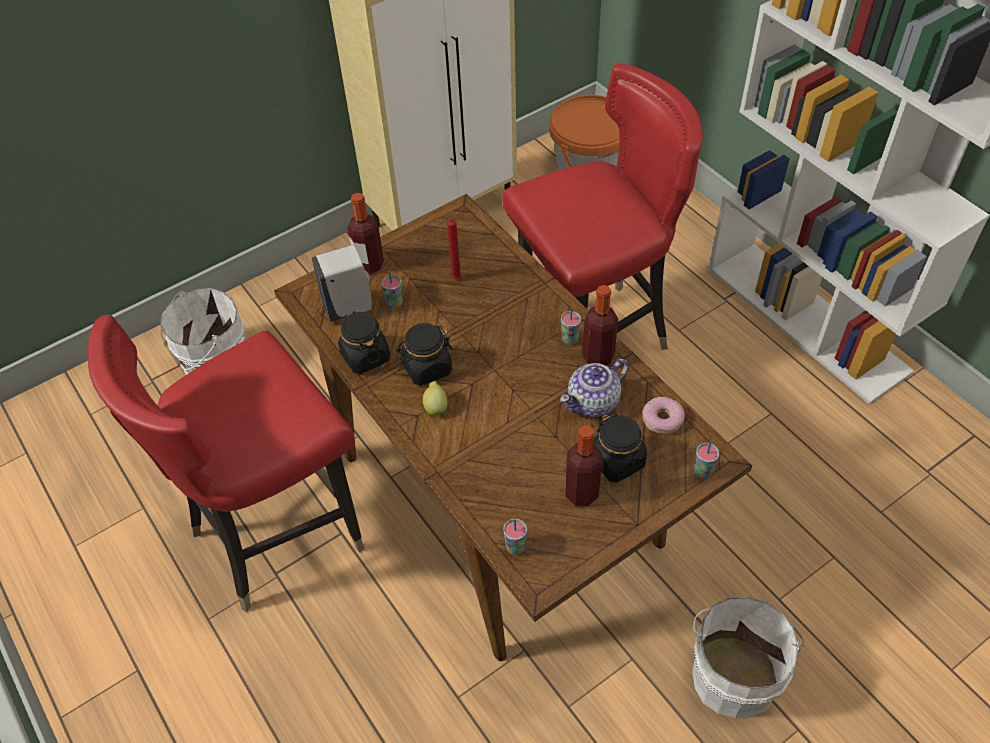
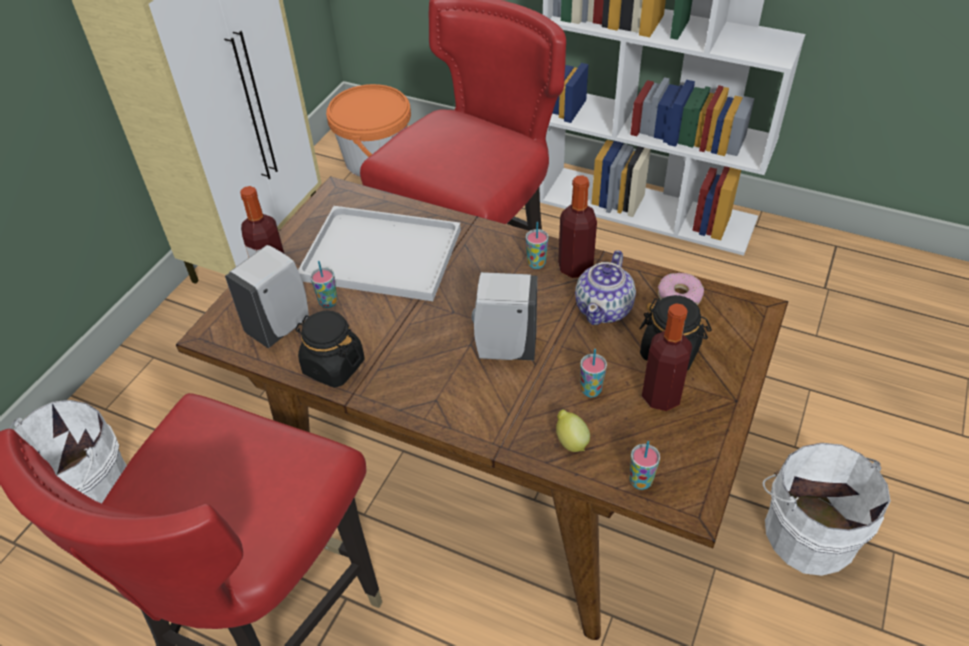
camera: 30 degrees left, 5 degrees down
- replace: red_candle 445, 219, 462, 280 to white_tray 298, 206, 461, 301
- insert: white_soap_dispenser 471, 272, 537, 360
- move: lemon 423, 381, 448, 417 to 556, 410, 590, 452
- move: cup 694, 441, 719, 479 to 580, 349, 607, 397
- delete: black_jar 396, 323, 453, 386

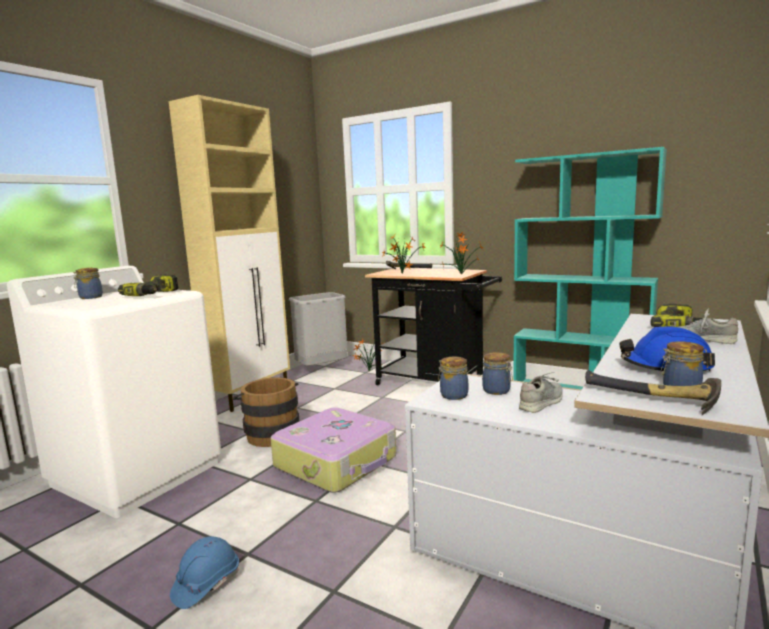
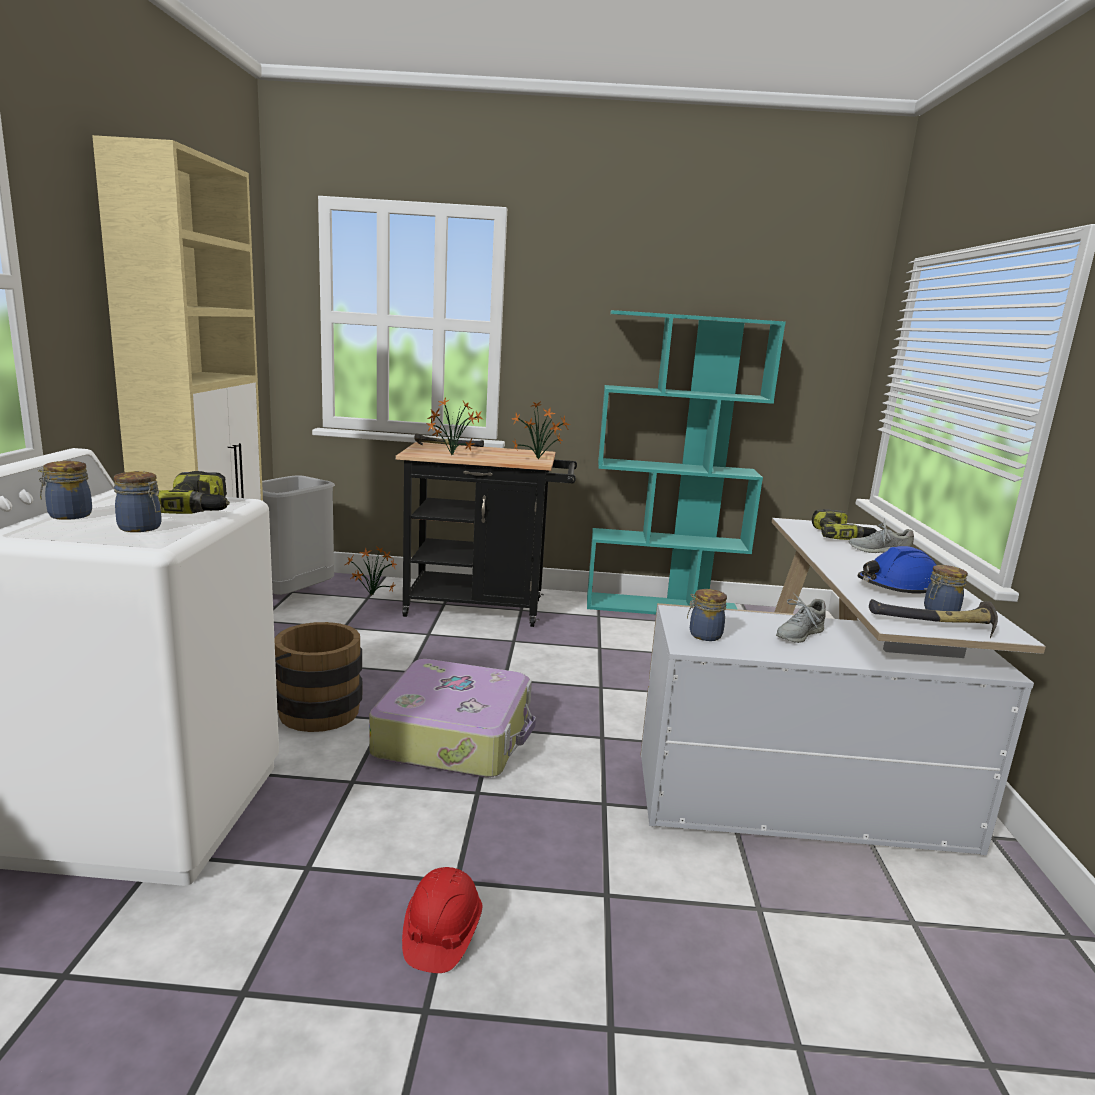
camera: 30 degrees left, 5 degrees up
- move: jar 482, 352, 513, 395 to 114, 471, 162, 532
- recolor: blue_hard_hat 170, 536, 239, 609 to red_hard_hat 402, 867, 482, 973
- rotate: grey_shoe 519, 372, 563, 413 = 776, 593, 826, 643 150 degrees counterclockwise

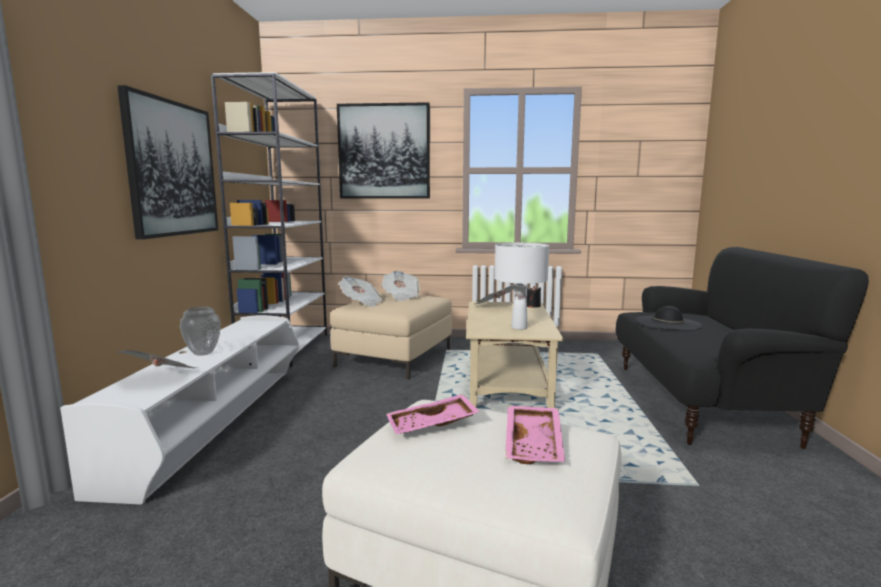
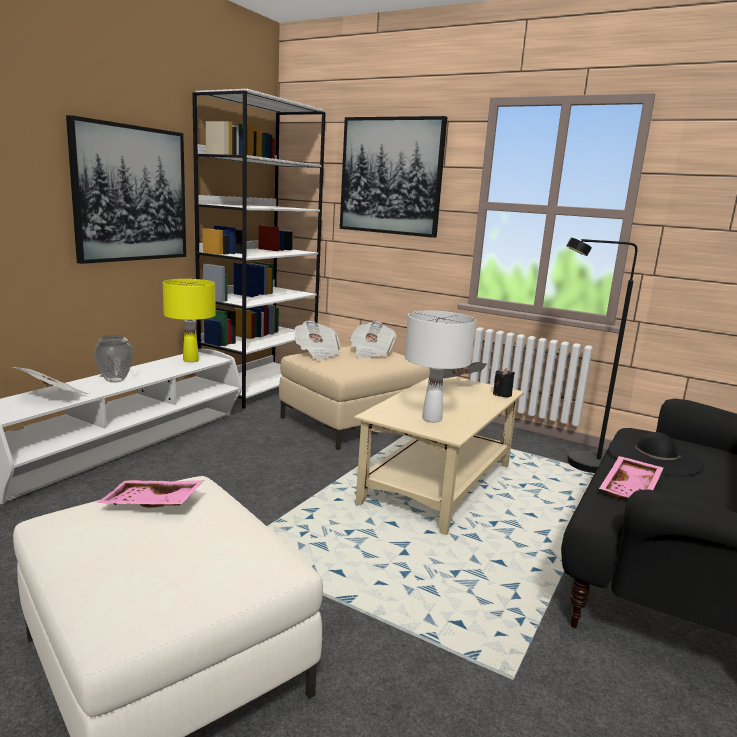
camera: 25 degrees right, 5 degrees up
- insert: yellow_table_lamp 163, 279, 216, 362
- insert: black_floor_lamp 566, 237, 637, 473
- move: pink_tray 505, 406, 565, 464 to 599, 456, 663, 499

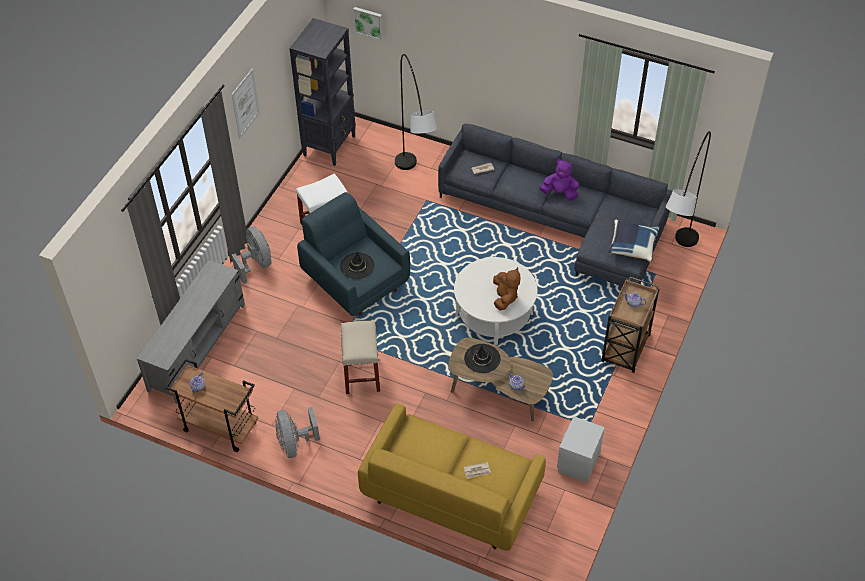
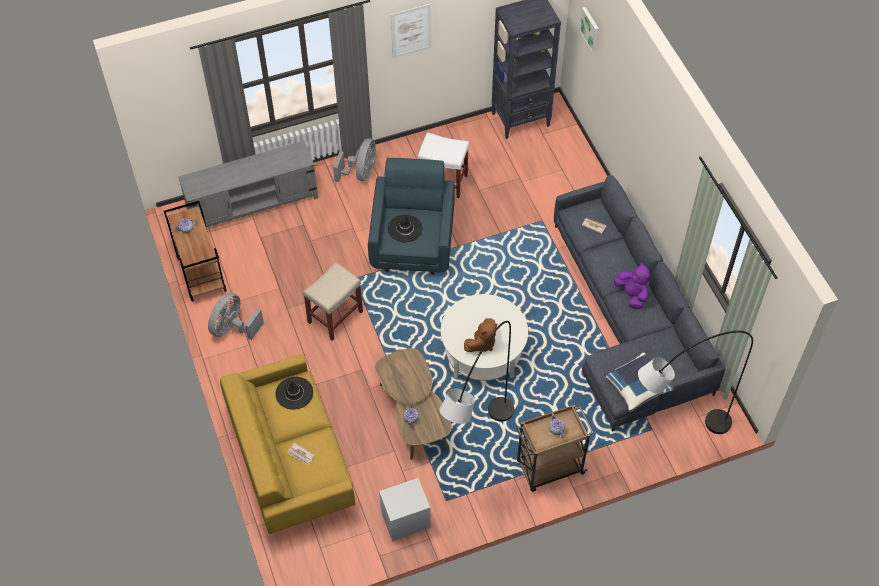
camera: 45 degrees right, 5 degrees up
- move: black_hat 464, 344, 501, 373 to 275, 377, 313, 410
- move: grey_floor_lamp 395, 54, 437, 170 to 440, 321, 514, 424

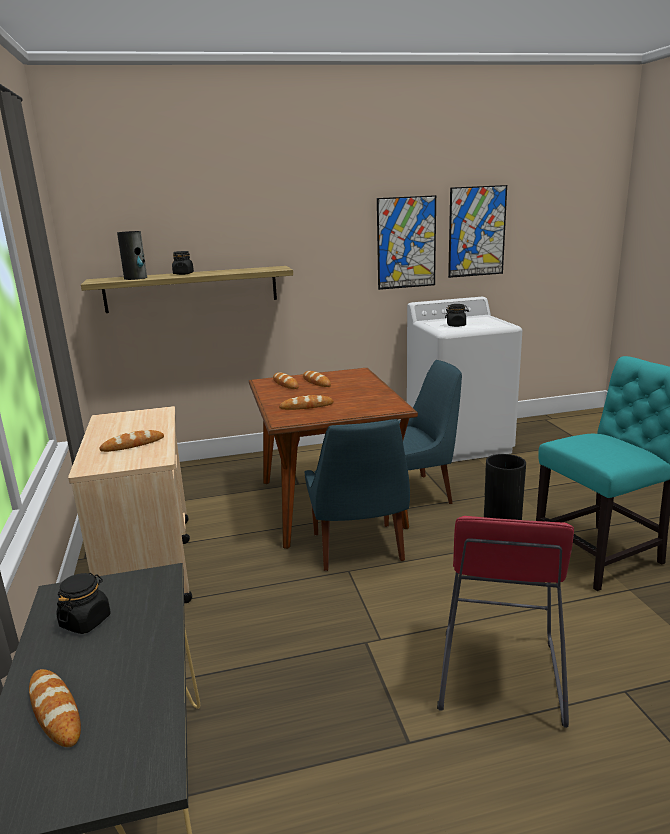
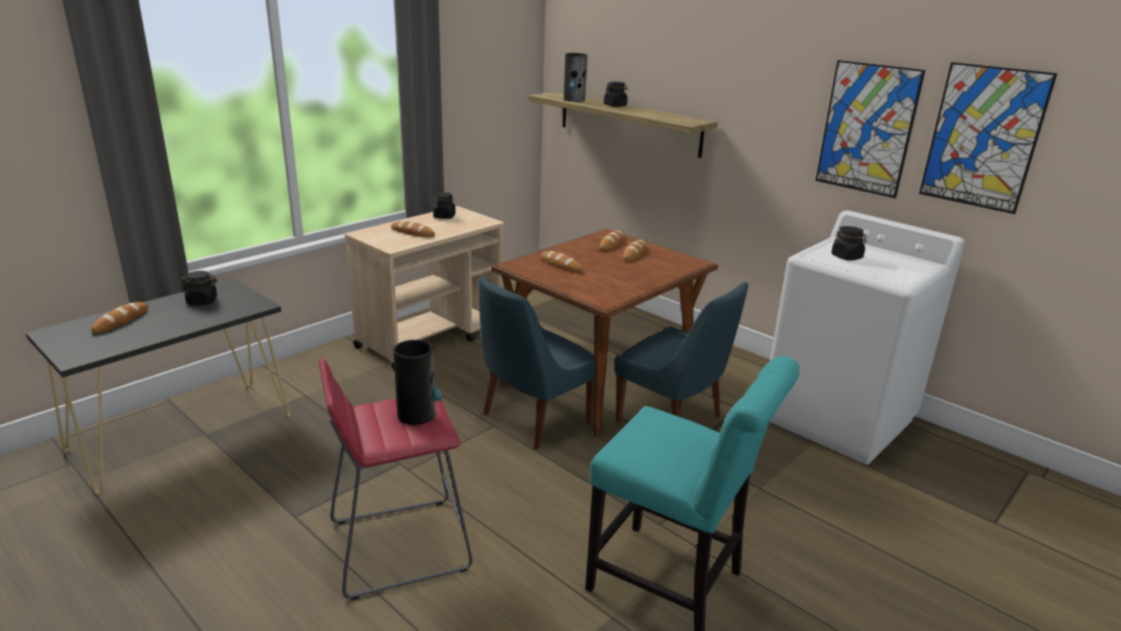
camera: 55 degrees right, 5 degrees up
- insert: black_jar 433, 192, 455, 219

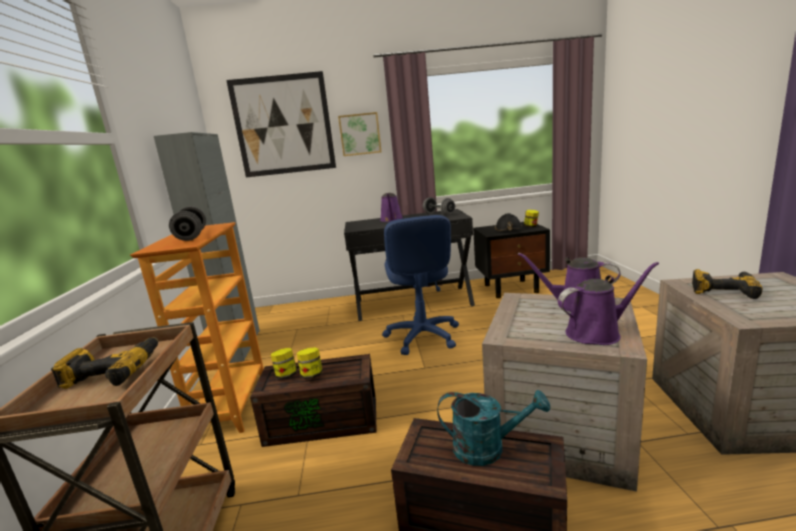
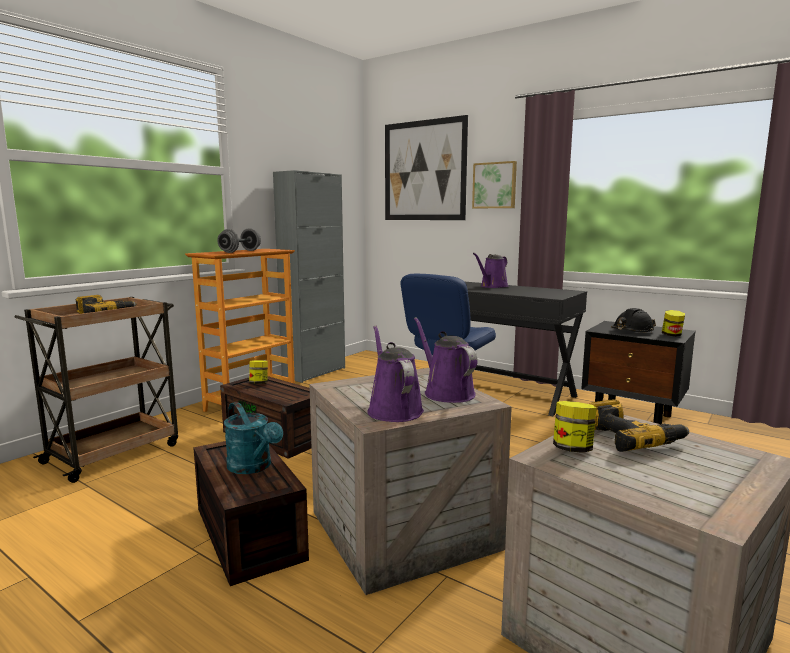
camera: 40 degrees right, 5 degrees down
- rotate: purple_watering_can 558, 262, 659, 345 = 367, 325, 424, 422 135 degrees counterclockwise
- move: jar 297, 347, 323, 379 to 553, 401, 597, 453
- delete: grey_dumbbell 423, 197, 455, 215

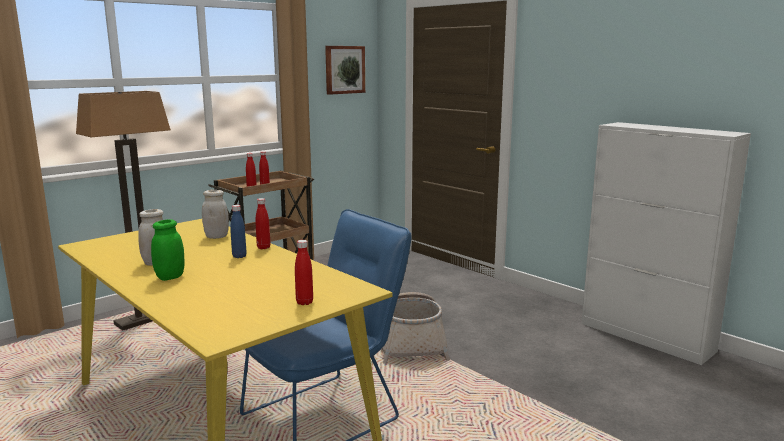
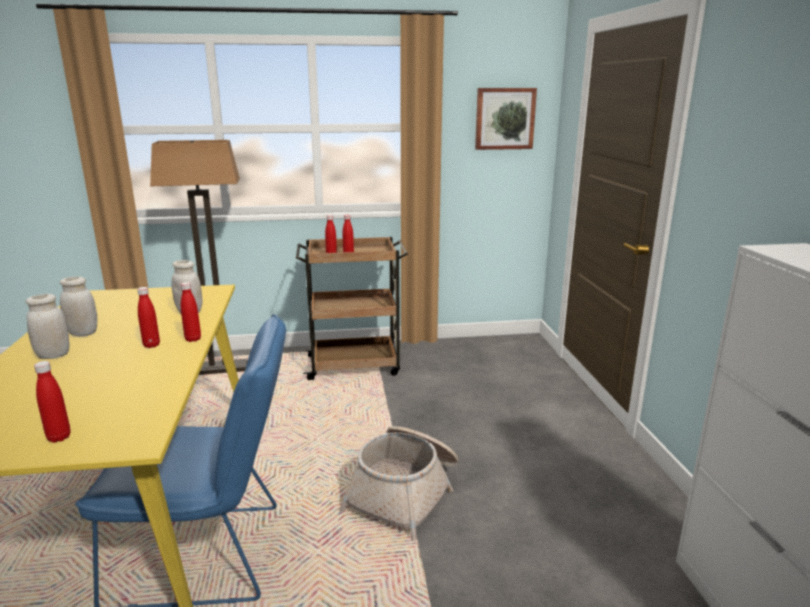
camera: 35 degrees right, 5 degrees up
- recolor: green_jar 151, 219, 185, 281 to white_jar 26, 294, 70, 359
- recolor: blue_bottle 230, 205, 247, 258 to red_bottle 137, 287, 160, 348

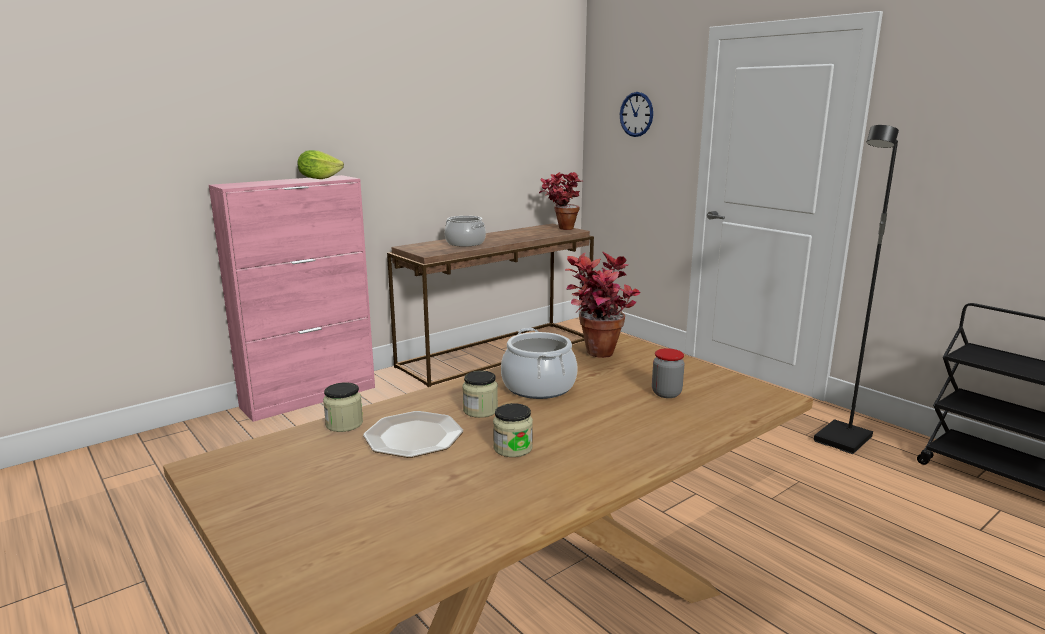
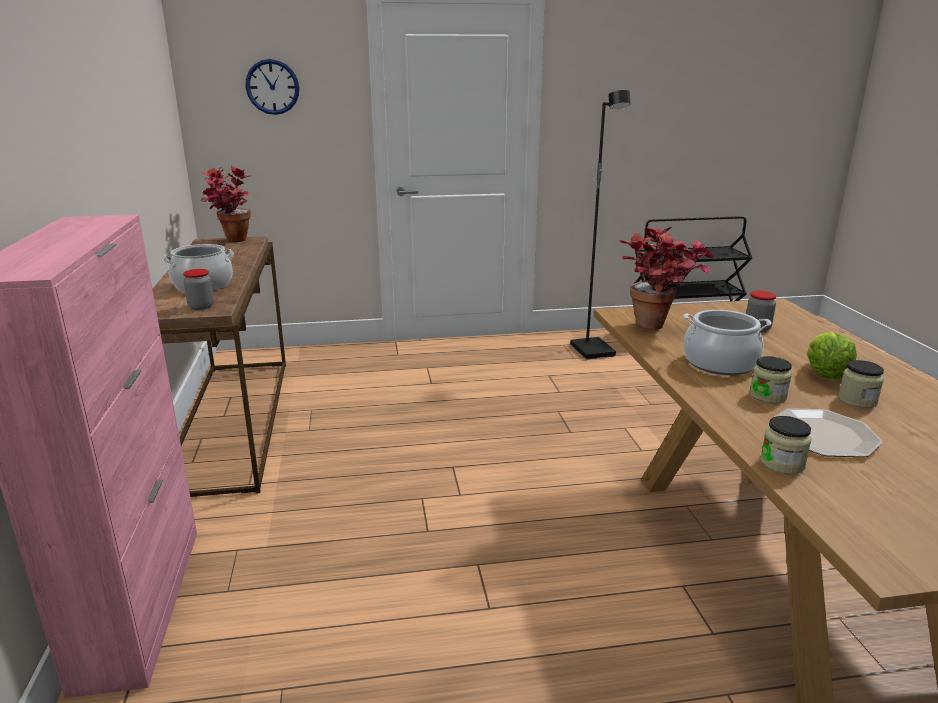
camera: 60 degrees left, 5 degrees up
- insert: jar 183, 269, 214, 310
- move: lettuce 297, 150, 344, 179 to 807, 332, 857, 379

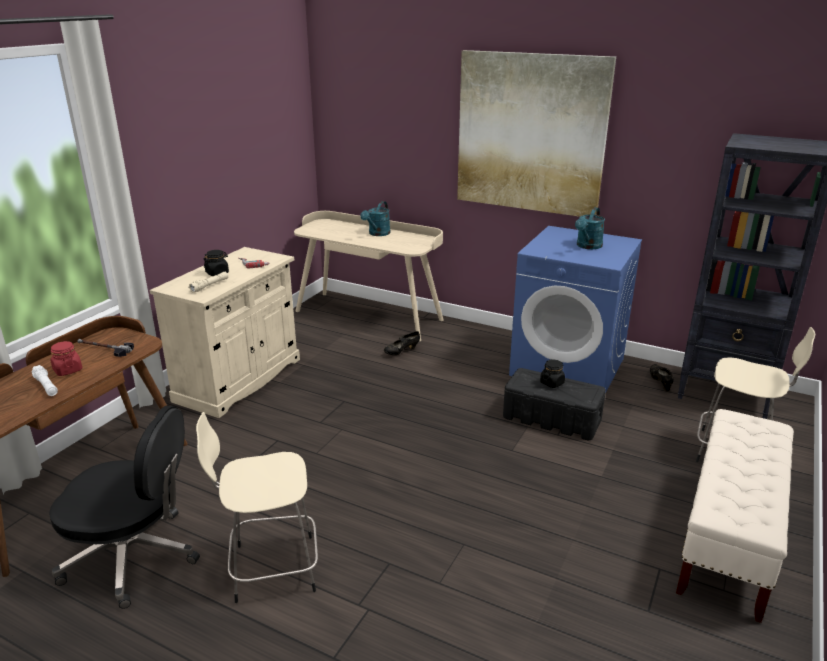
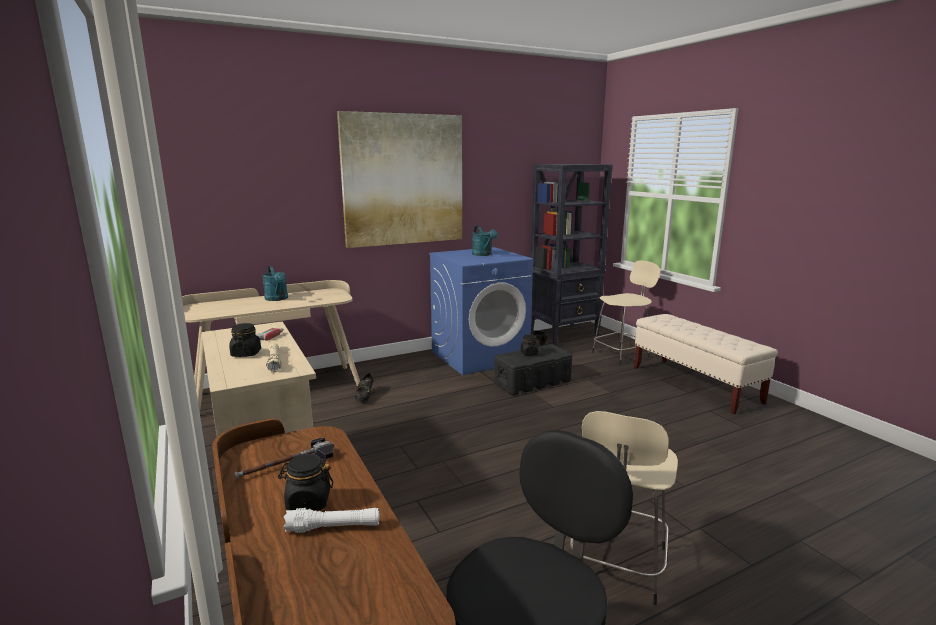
camera: 55 degrees left, 10 degrees down
- recolor: red_jar 50, 341, 82, 376 to black_jar 278, 454, 334, 511

